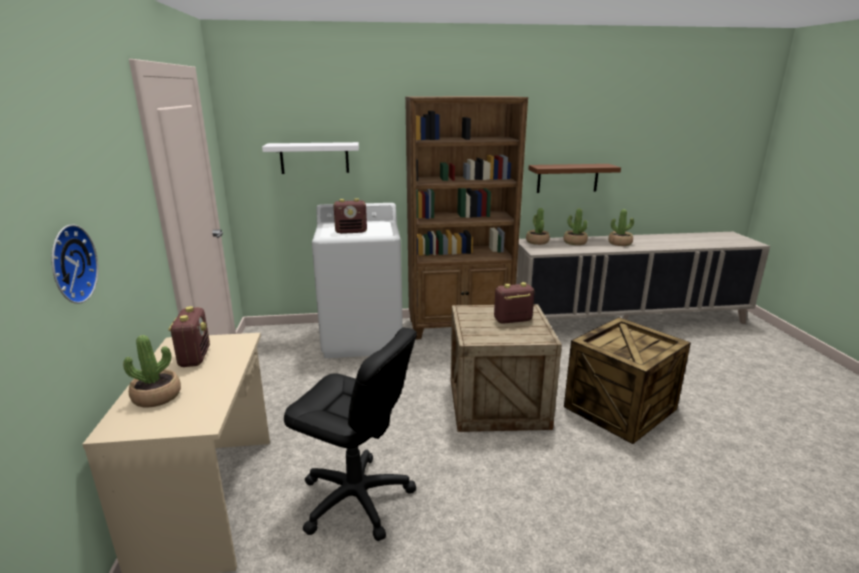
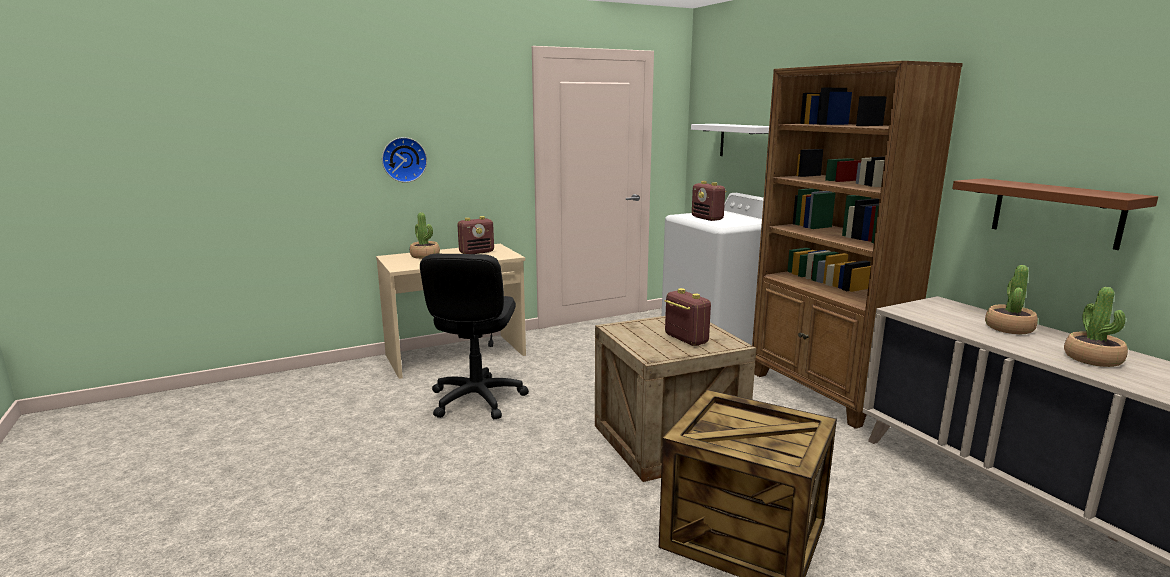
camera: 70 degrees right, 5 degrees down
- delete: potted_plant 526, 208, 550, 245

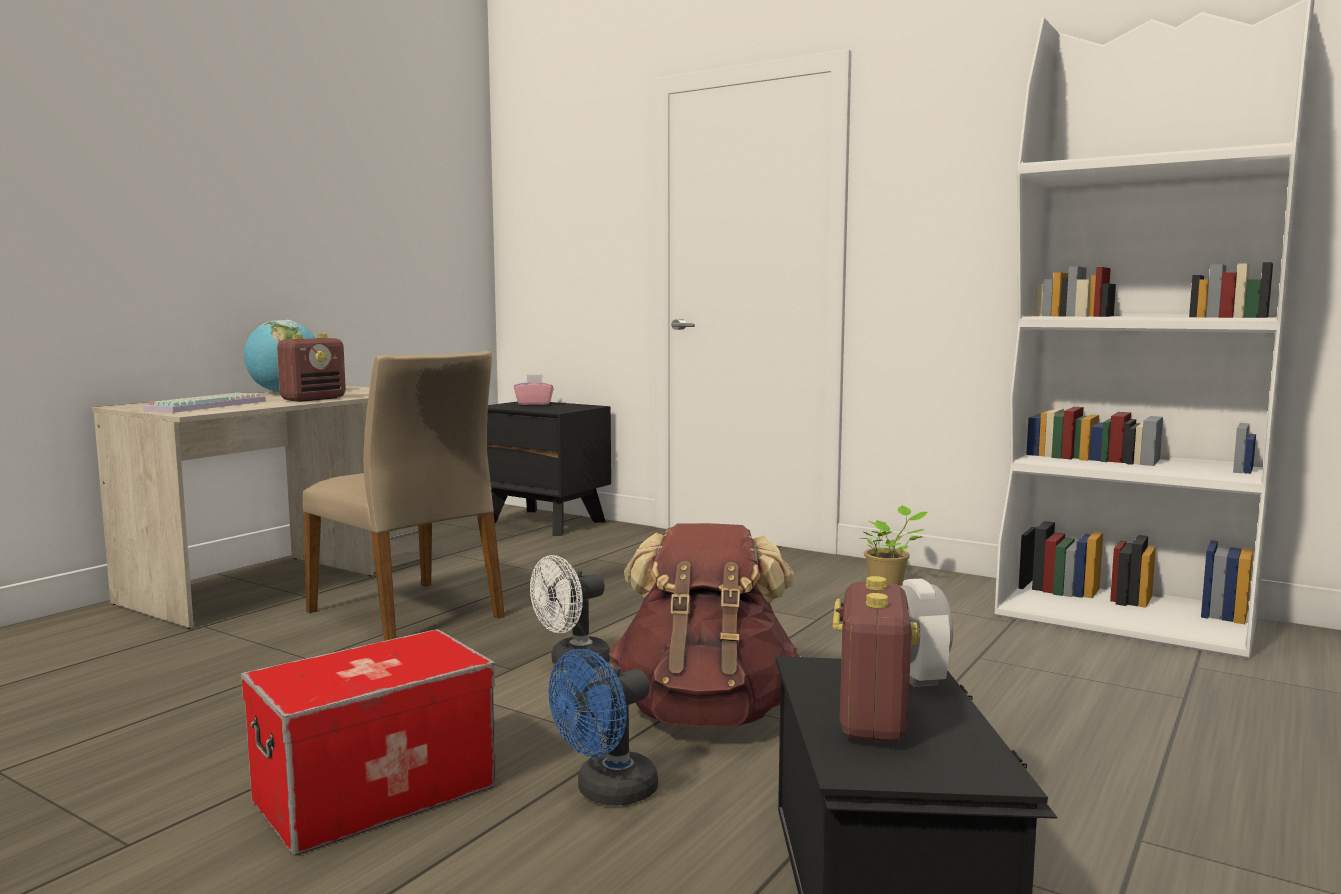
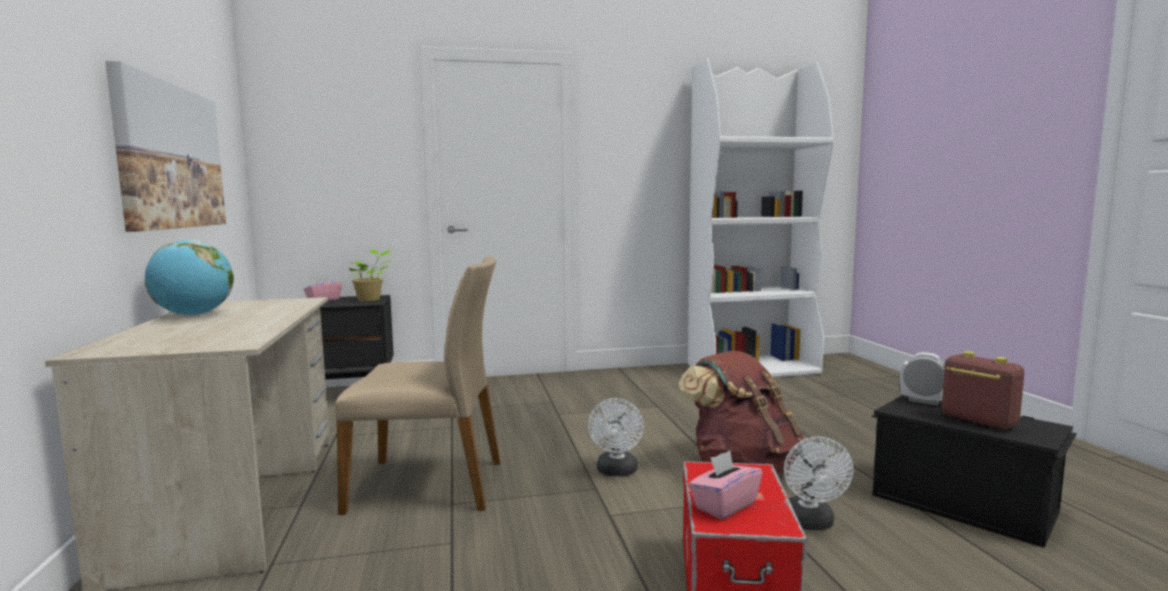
camera: 45 degrees left, 0 degrees up
- insert: picture 106, 61, 226, 232
- move: potted_plant 861, 506, 928, 586 to 348, 249, 391, 302
- insert: pink_tissue_box 689, 451, 763, 519
- recolor: blue_fan 549, 649, 658, 805 to white_fan 784, 437, 854, 530
- delete: keyboard 143, 393, 266, 413
- delete: radio 277, 334, 346, 402

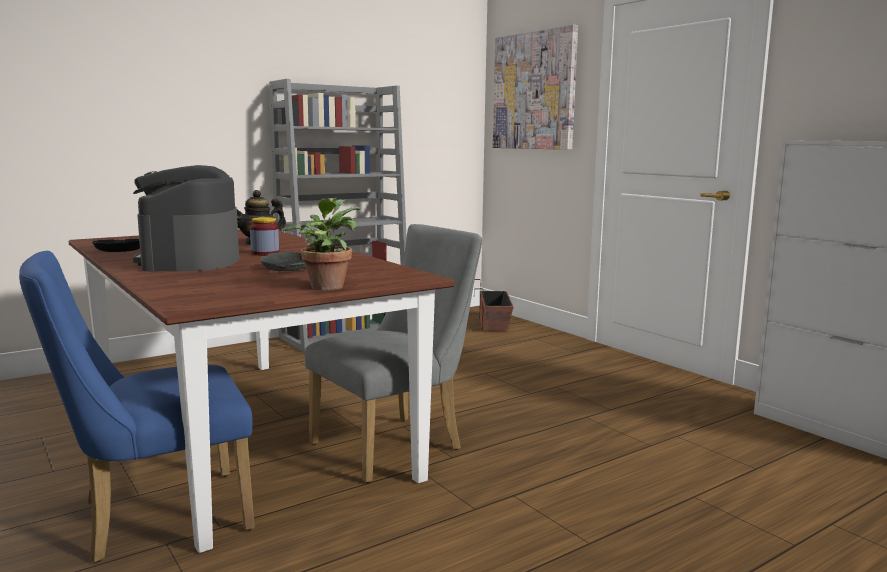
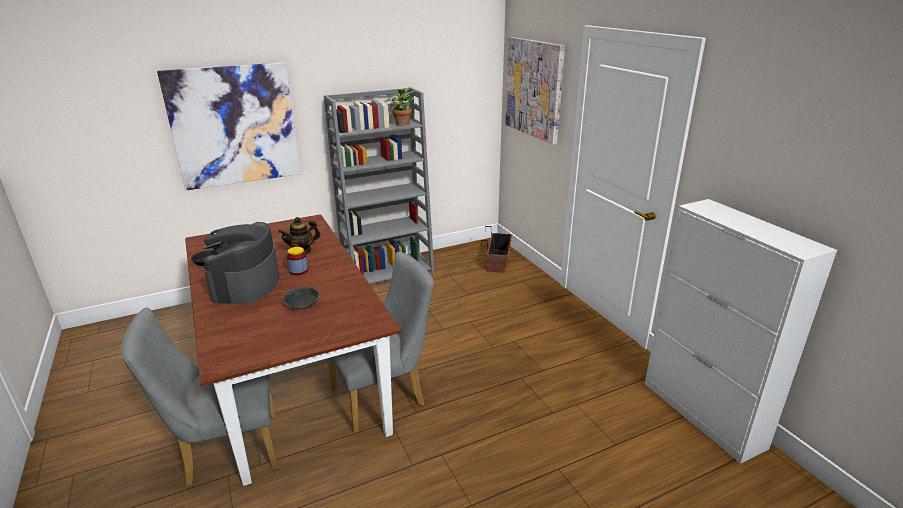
camera: 10 degrees right, 15 degrees up
- recolor: blue_chair 19, 251, 255, 562 to grey_chair 121, 307, 278, 487
- insert: picture 157, 62, 301, 190
- move: potted_plant 282, 198, 361, 290 to 385, 87, 415, 126

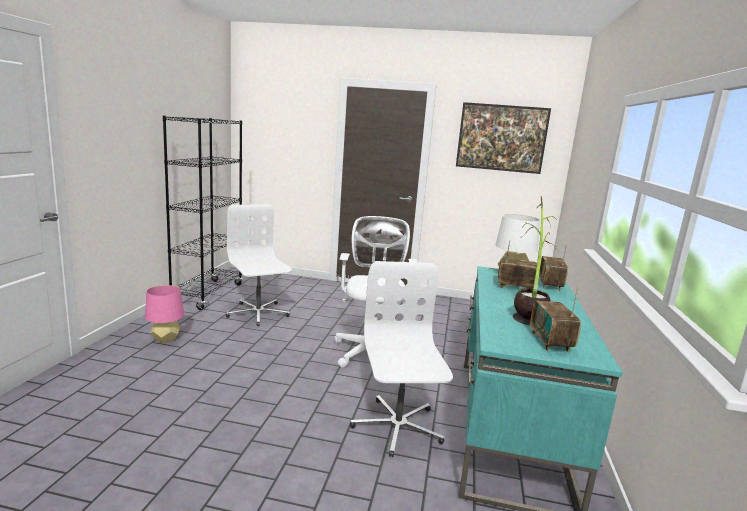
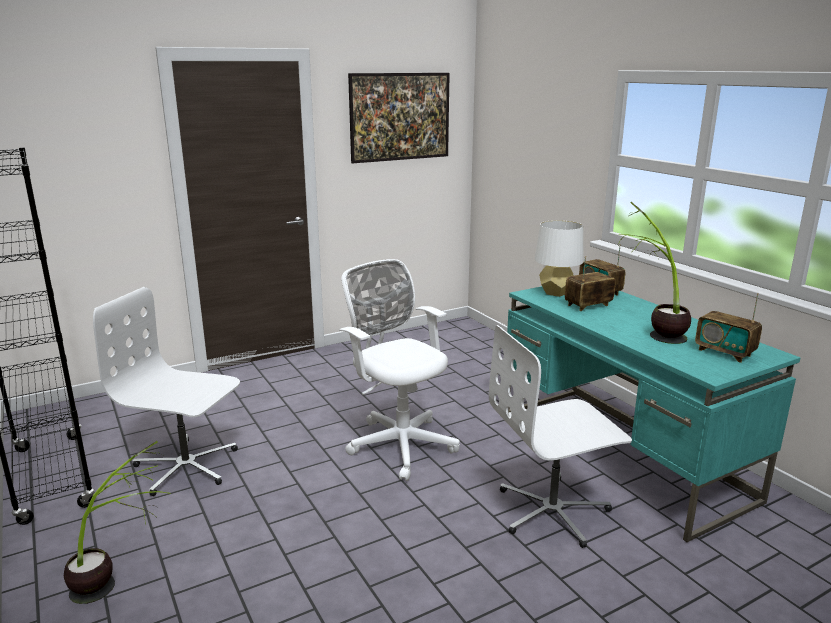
camera: 40 degrees left, 5 degrees up
- replace: pink_table_lamp 145, 285, 184, 343 to potted_plant 64, 441, 171, 604
- rotate: white_office_chair 350, 261, 453, 457 = 489, 325, 632, 548 60 degrees counterclockwise

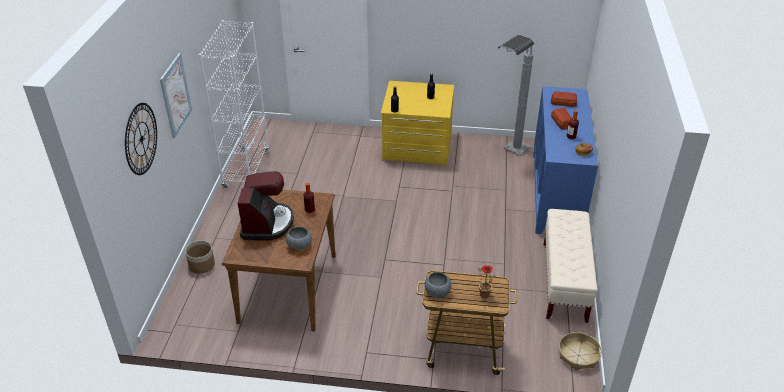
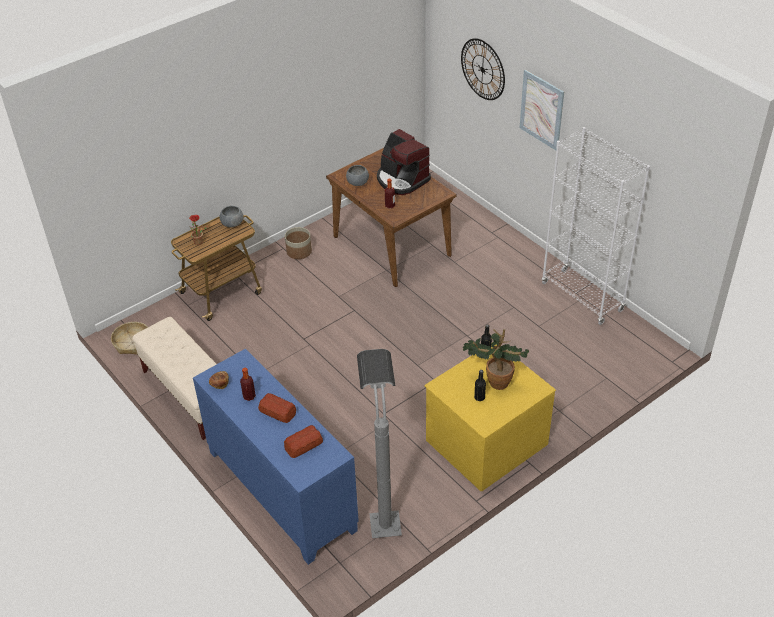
camera: 135 degrees right, 5 degrees up
- move: planter 185, 240, 215, 274 to 285, 227, 312, 259
- insert: potted_plant 462, 329, 529, 390

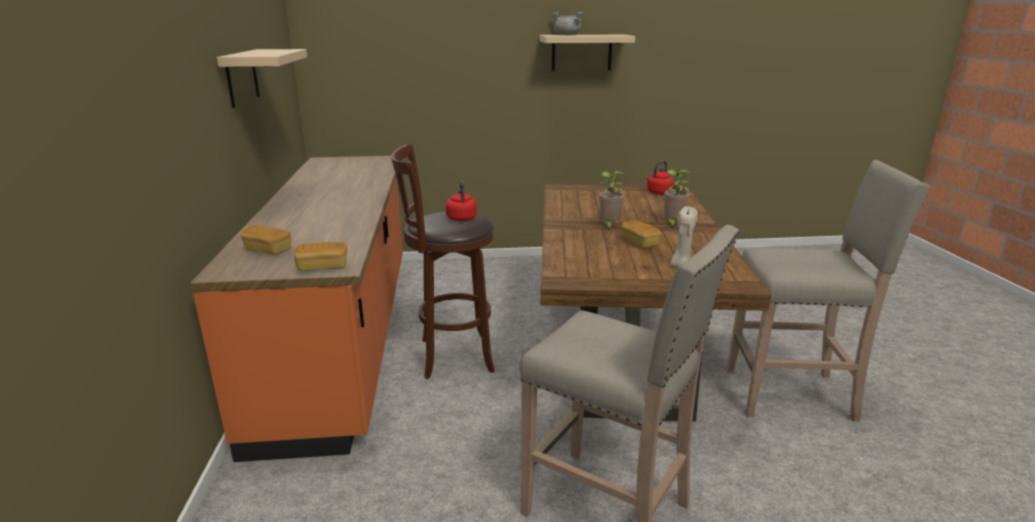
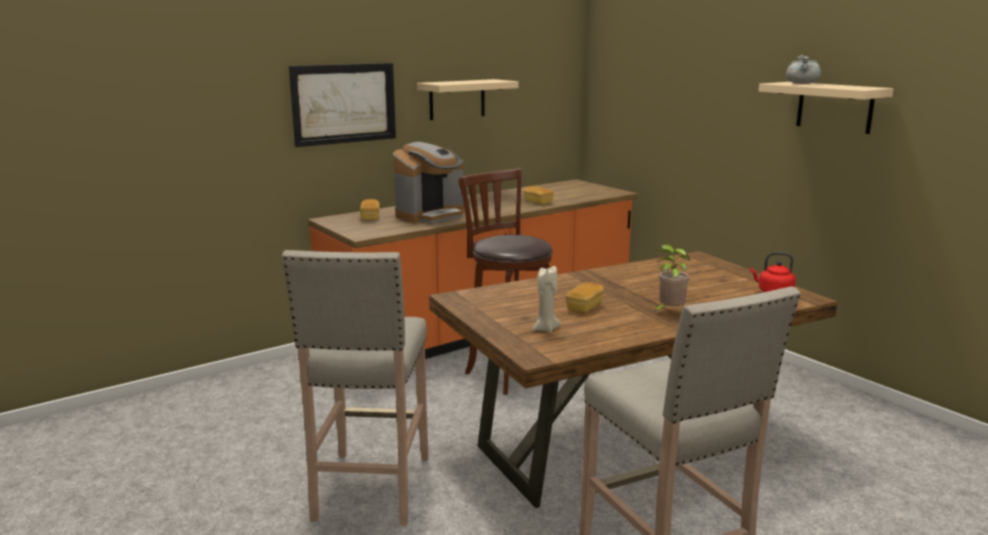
camera: 60 degrees right, 5 degrees down
- insert: picture 289, 63, 396, 147
- insert: coffee_machine 393, 142, 464, 224
- move: bread 294, 242, 347, 271 to 523, 186, 554, 204
- delete: red_kettle 446, 180, 477, 221
- delete: potted_plant 599, 171, 625, 230

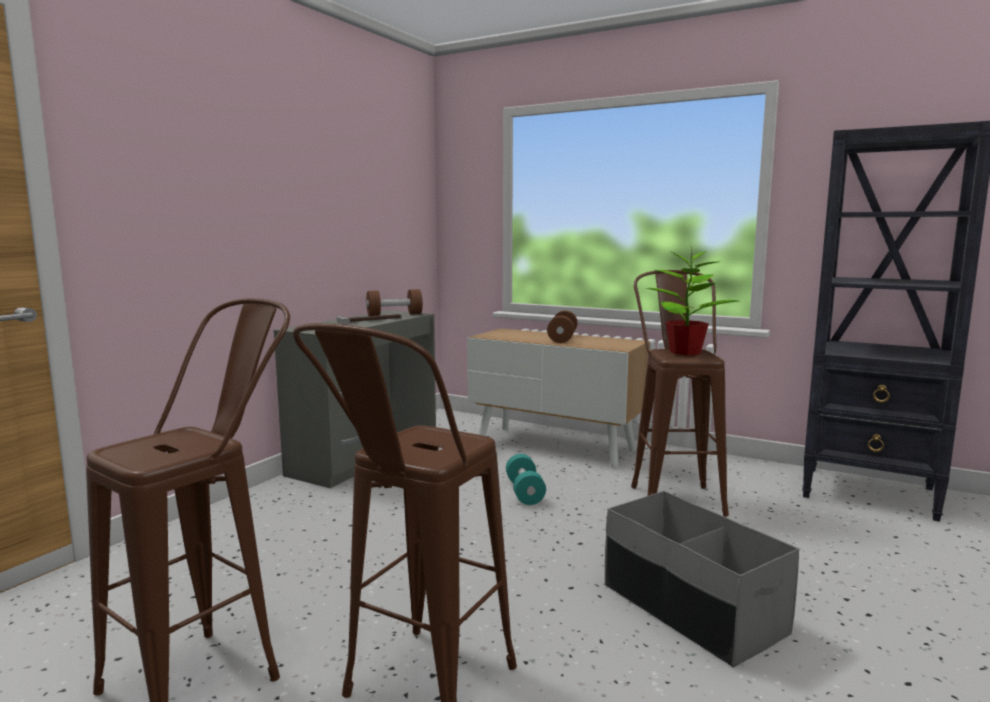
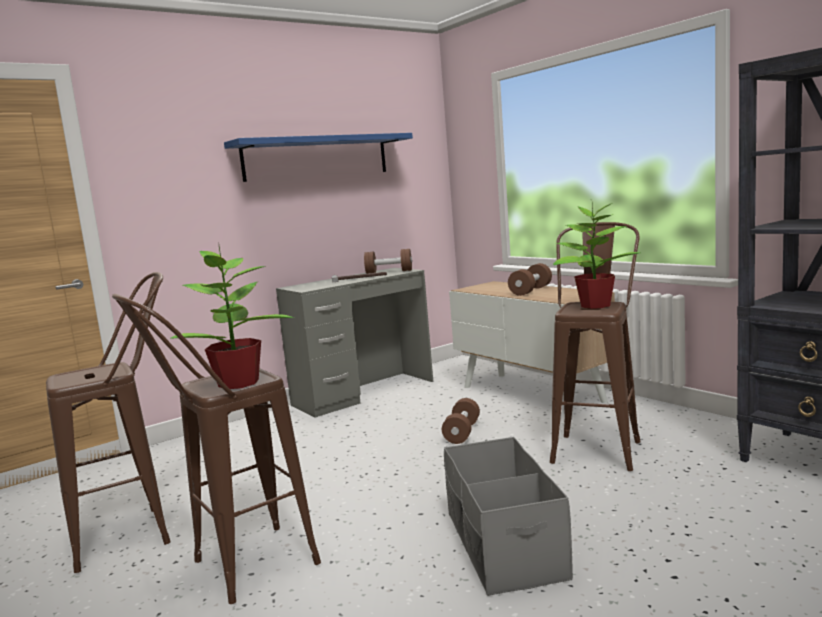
camera: 25 degrees right, 0 degrees up
- insert: potted_plant 170, 247, 294, 389
- insert: blue_shelf 224, 133, 413, 182
- recolor: turquoise_dumbbell 506, 454, 546, 505 to brown_dumbbell 442, 398, 480, 444

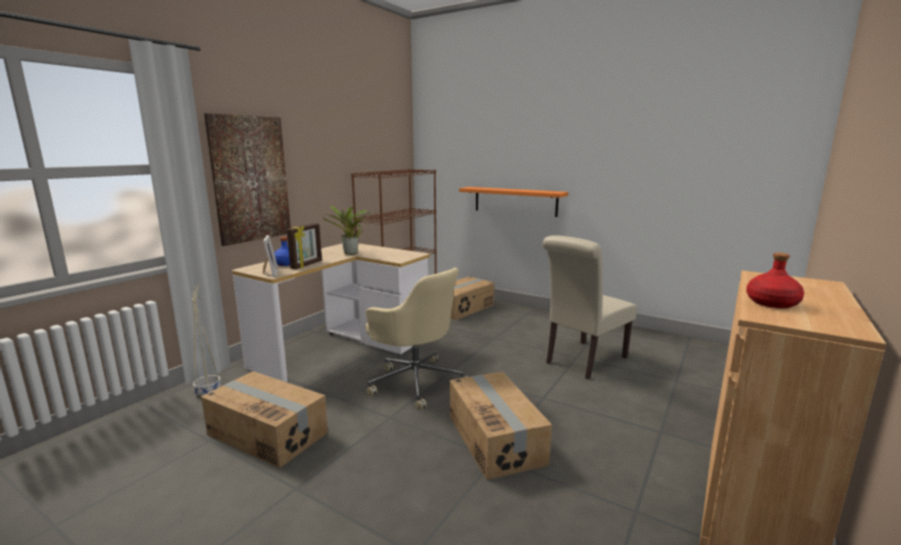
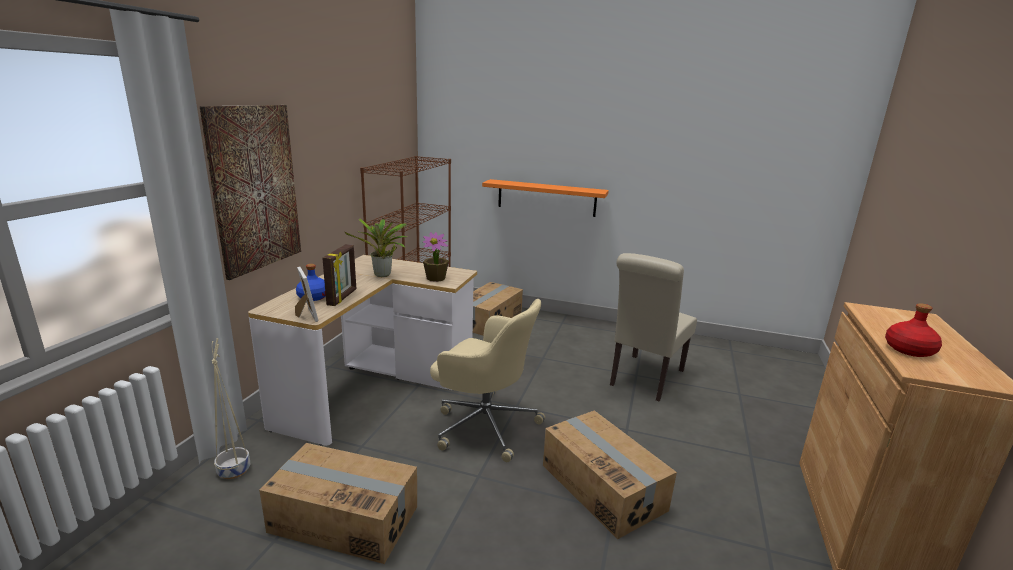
camera: 15 degrees left, 5 degrees up
- insert: potted_plant 423, 232, 449, 282

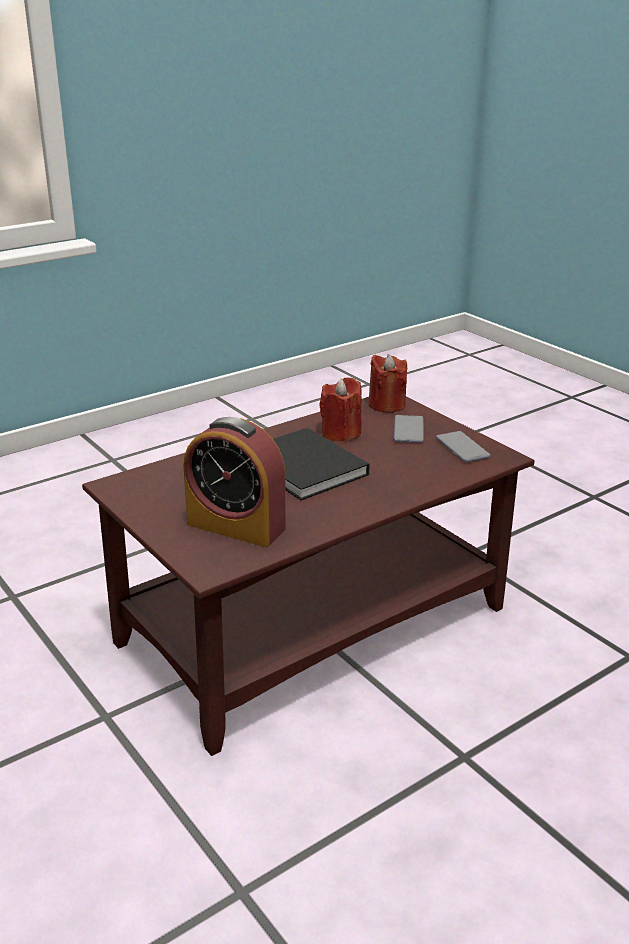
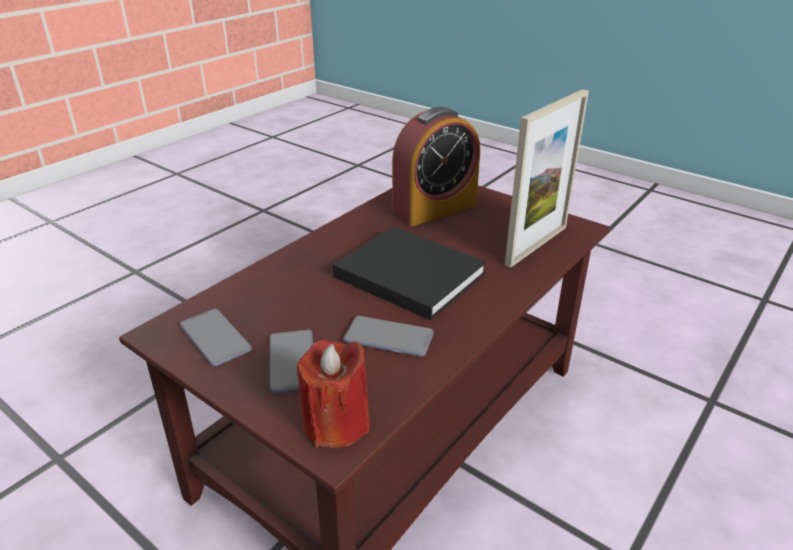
camera: 165 degrees right, 5 degrees up
- replace: red_candle 319, 377, 362, 442 to phone 343, 316, 434, 357
- rotate: alarm_clock 184, 417, 286, 547 = 392, 107, 480, 226 135 degrees clockwise
- insert: picture_frame 505, 89, 589, 268

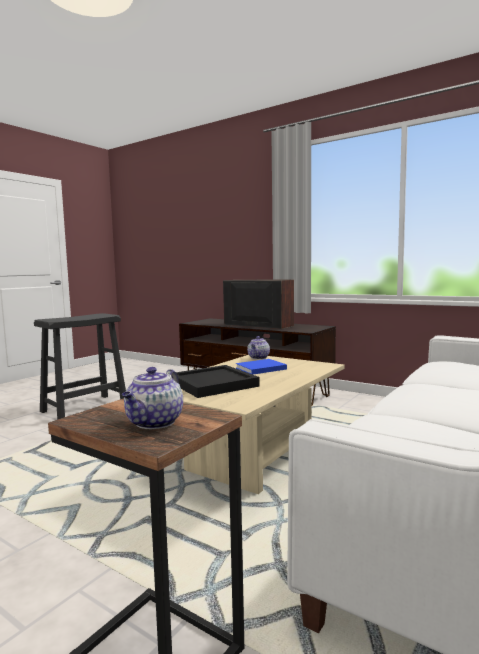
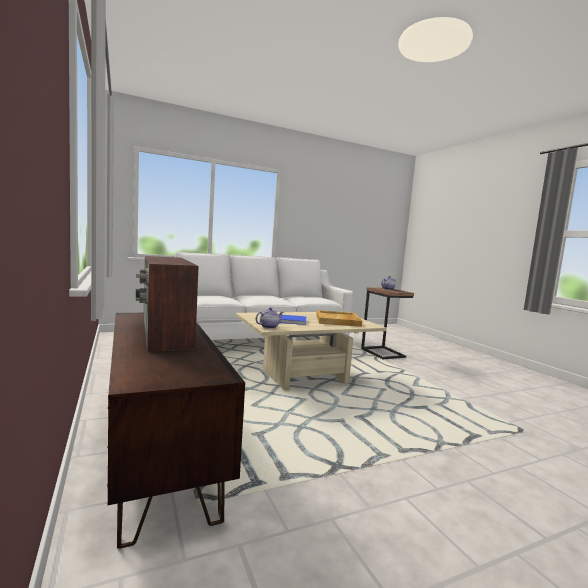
camera: 150 degrees left, 0 degrees up
- recolor: black_tray 171, 365, 260, 398 to beige_tray 316, 310, 362, 327
- delete: black_stool 34, 313, 126, 420

